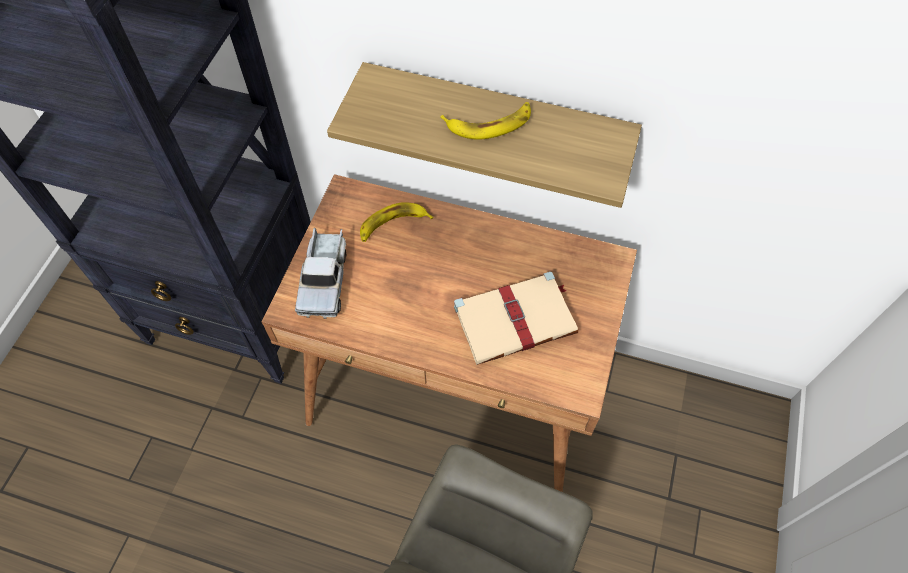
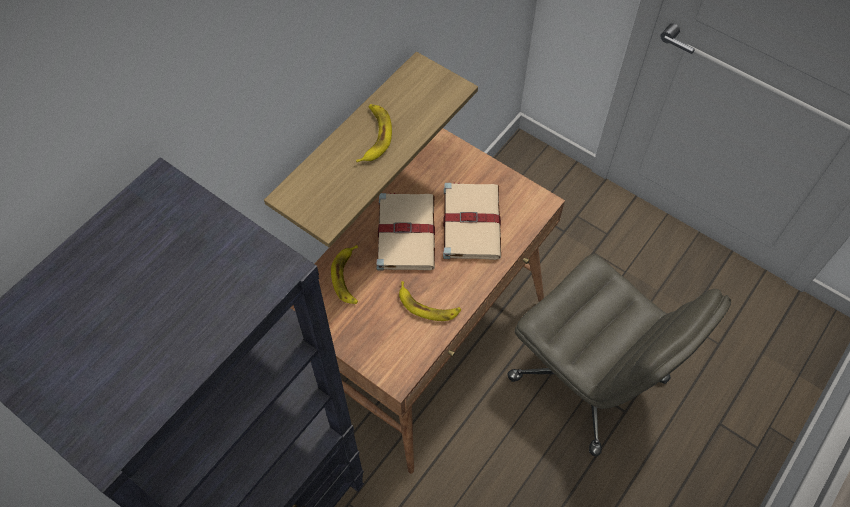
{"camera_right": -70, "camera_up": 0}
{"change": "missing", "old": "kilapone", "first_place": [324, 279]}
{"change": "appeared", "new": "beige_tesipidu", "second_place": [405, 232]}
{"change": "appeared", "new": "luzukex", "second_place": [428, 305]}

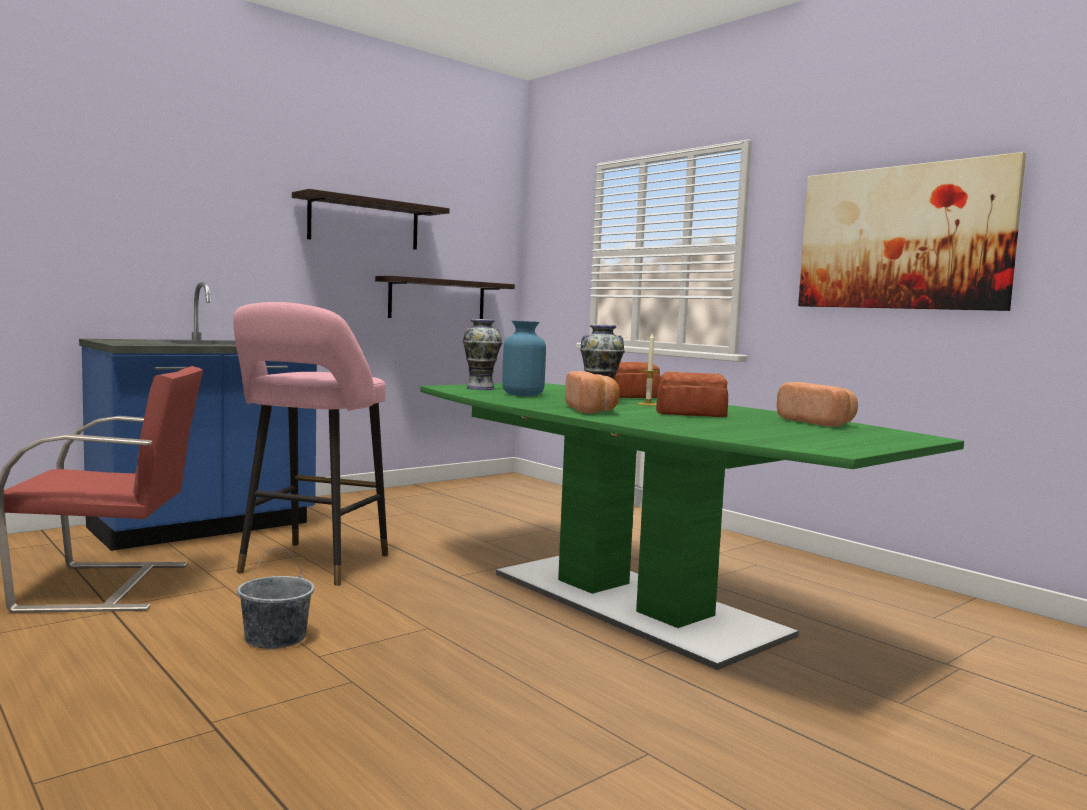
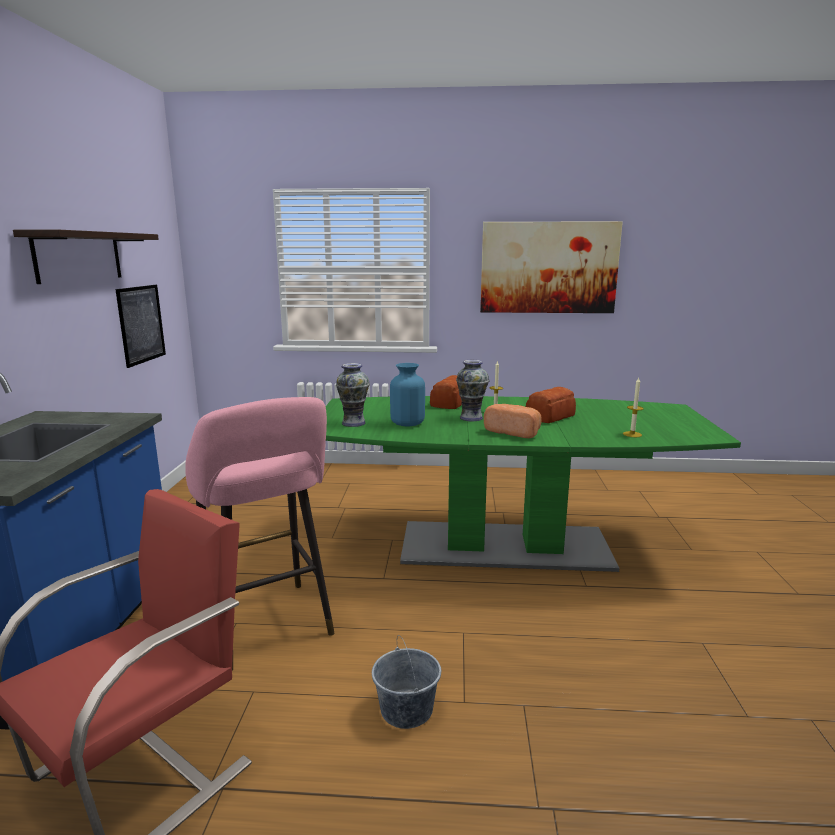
{"camera_right": -45, "camera_up": 10}
{"change": "missing", "old": "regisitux", "first_place": [818, 423]}
{"change": "appeared", "new": "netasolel", "second_place": [632, 434]}
{"change": "exchanged", "old": "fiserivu", "new": "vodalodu", "first_place": [437, 299], "second_place": [141, 324]}

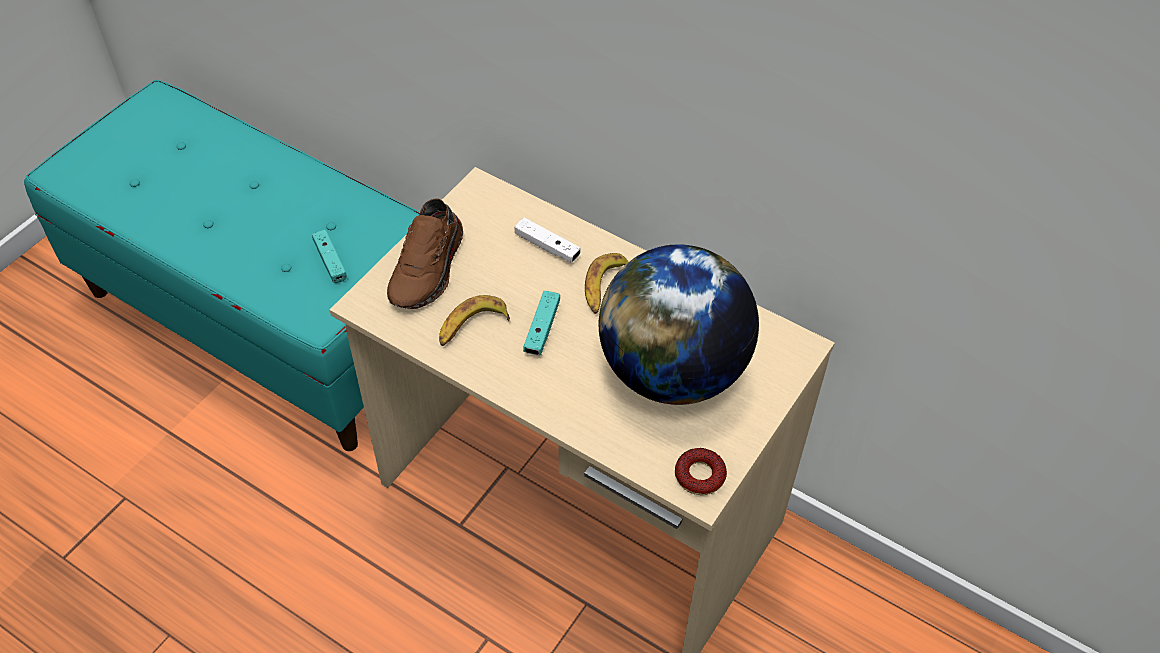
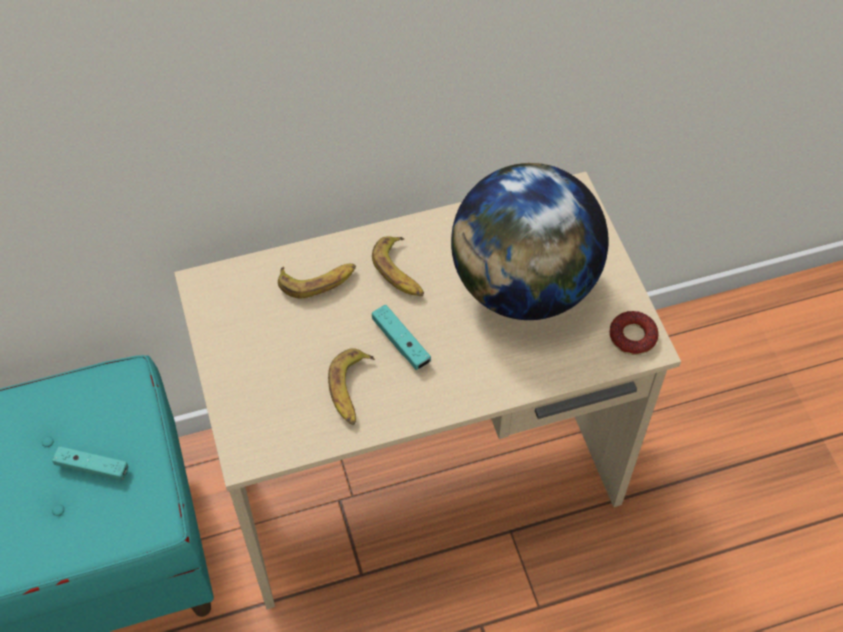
{"camera_right": -50, "camera_up": 5}
{"change": "missing", "old": "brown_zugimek", "first_place": [429, 269]}
{"change": "exchanged", "old": "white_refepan", "new": "luzukex", "first_place": [547, 246], "second_place": [318, 281]}

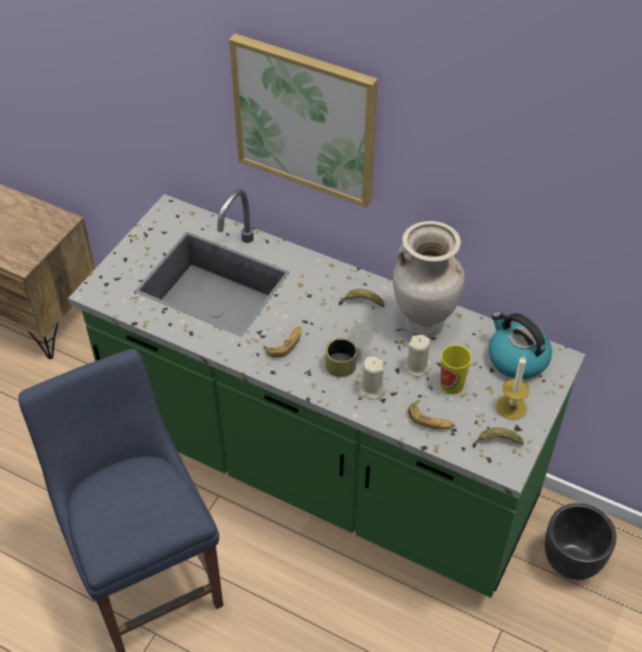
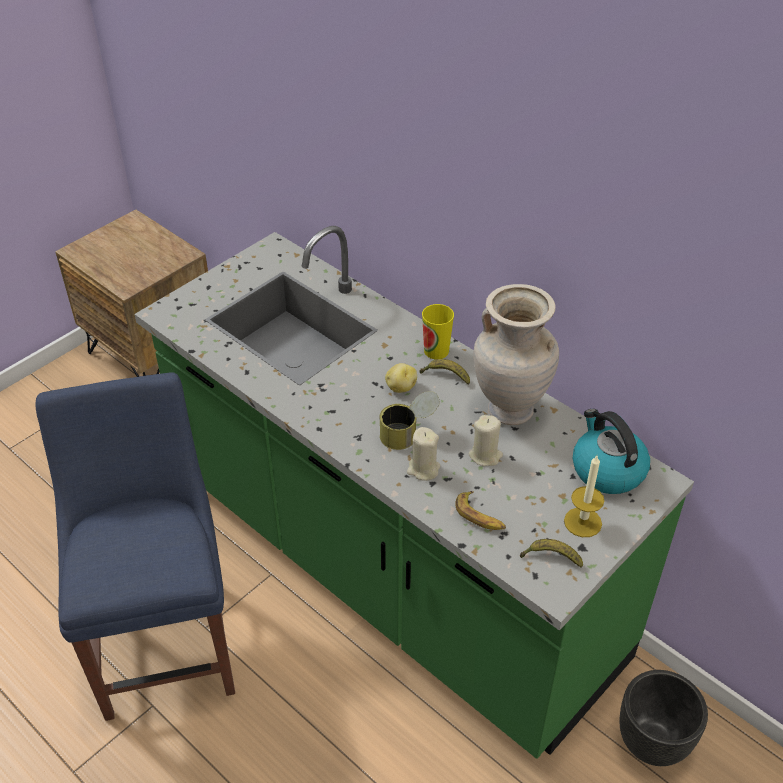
{"camera_right": 15, "camera_up": -5}
{"change": "missing", "old": "vodalodu", "first_place": [305, 120]}
{"change": "missing", "old": "luzukex", "first_place": [285, 344]}
{"change": "appeared", "new": "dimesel", "second_place": [400, 387]}
{"change": "relocated", "old": "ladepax", "first_place": [451, 385], "second_place": [436, 351]}

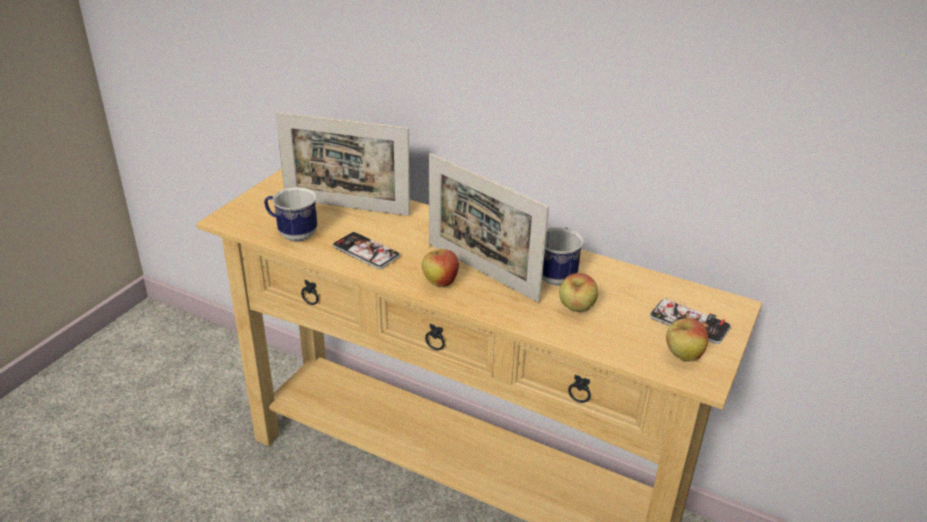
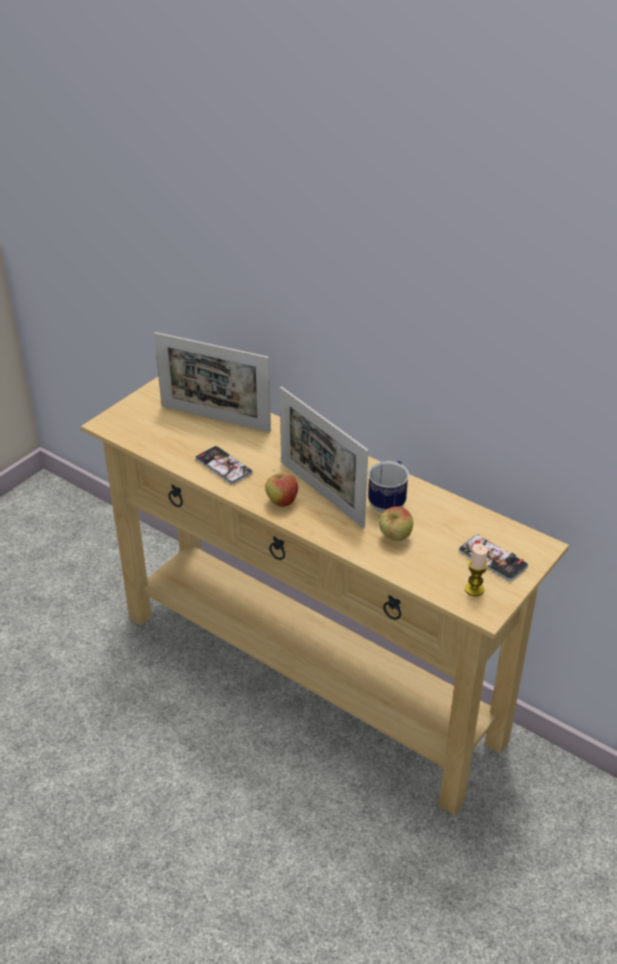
{"camera_right": 10, "camera_up": 5}
{"change": "missing", "old": "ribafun", "first_place": [292, 234]}
{"change": "exchanged", "old": "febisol", "new": "netasolel", "first_place": [682, 356], "second_place": [474, 589]}

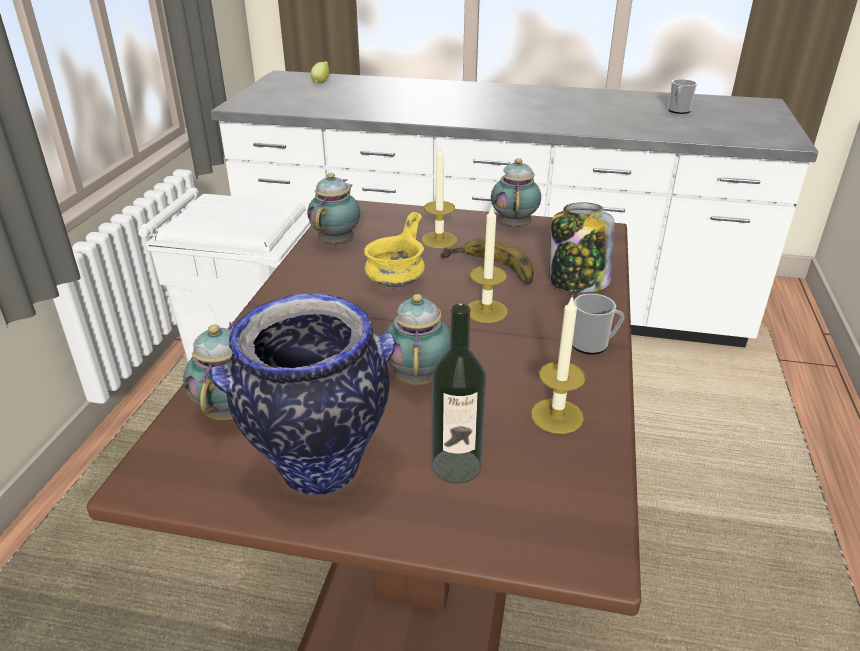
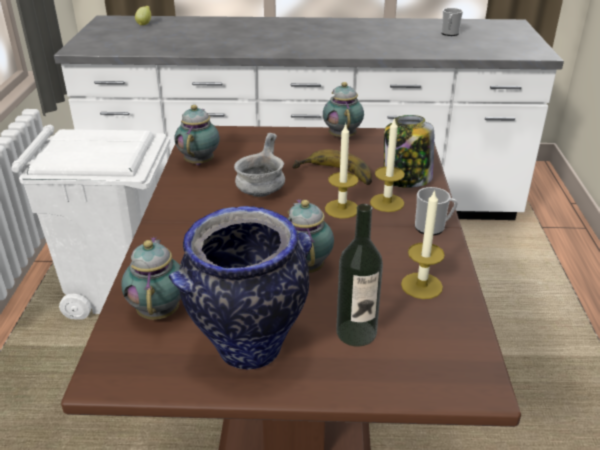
{"camera_right": -10, "camera_up": 0}
{"change": "relocated", "old": "netasolel", "first_place": [439, 240], "second_place": [387, 203]}
{"change": "colour", "old": "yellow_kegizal", "new": "grey_kegizal", "first_place": [395, 281], "second_place": [260, 191]}

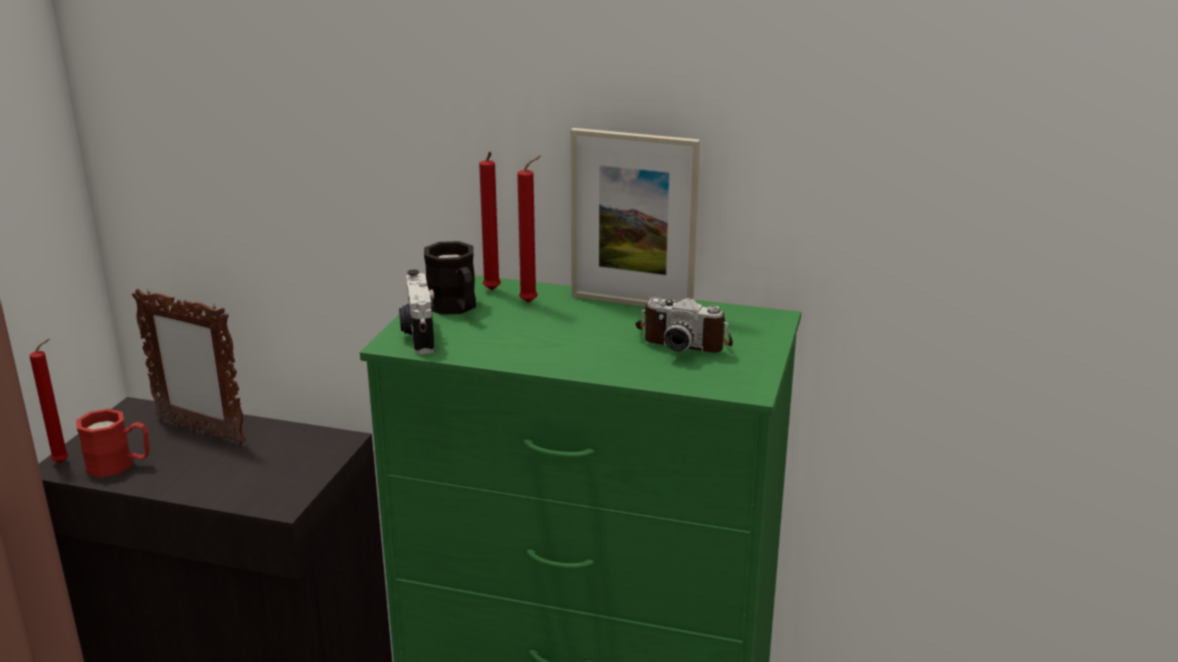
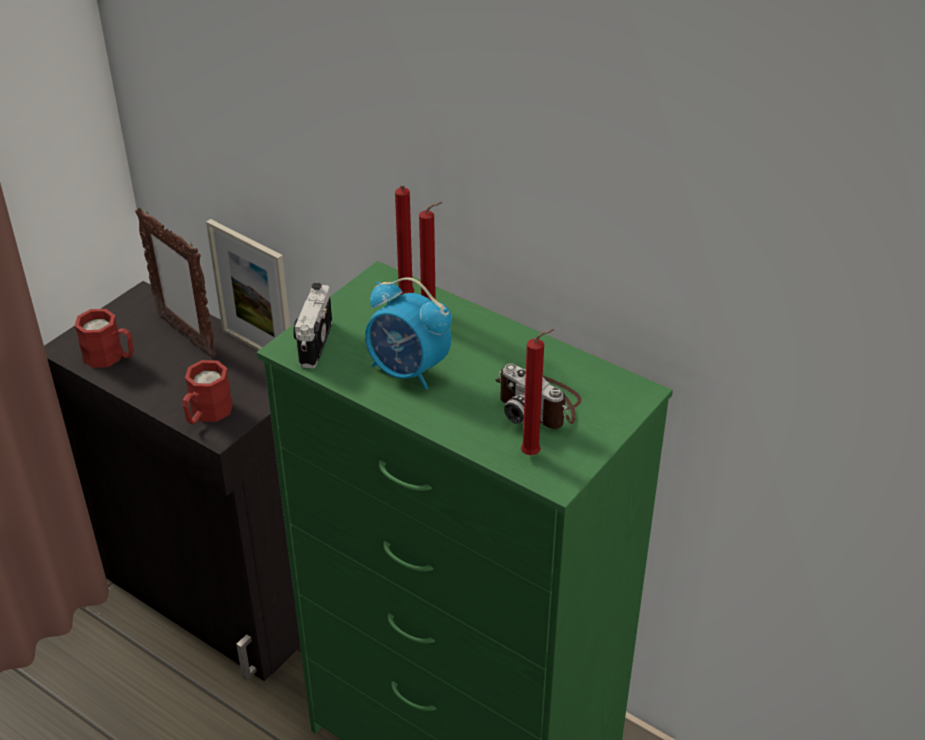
{"camera_right": 20, "camera_up": 15}
{"change": "missing", "old": "black_ribafun", "first_place": [456, 308]}
{"change": "appeared", "new": "red_ribafun", "second_place": [206, 414]}
{"change": "appeared", "new": "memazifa", "second_place": [408, 371]}
{"change": "relocated", "old": "red_netasolel", "first_place": [64, 462], "second_place": [533, 454]}
{"change": "relocated", "old": "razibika", "first_place": [631, 303], "second_place": [257, 347]}

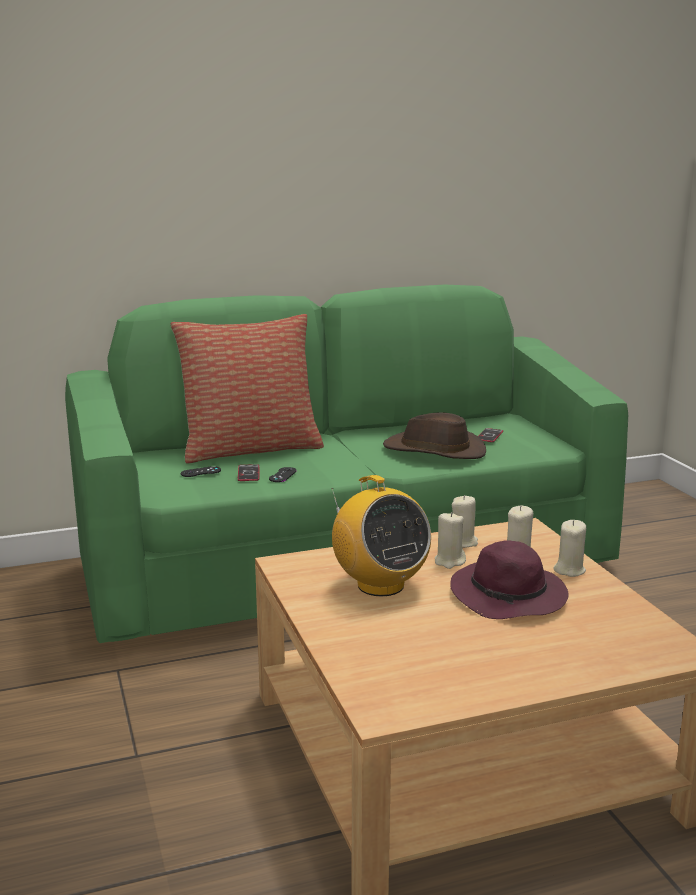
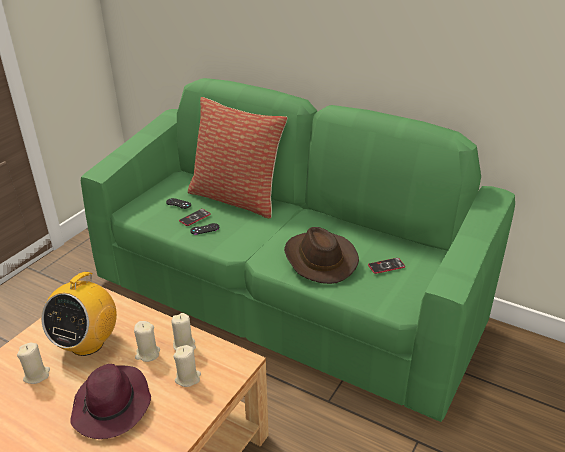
{"camera_right": 50, "camera_up": 15}
{"change": "relocated", "old": "beige_netasolel", "first_place": [569, 570], "second_place": [37, 375]}

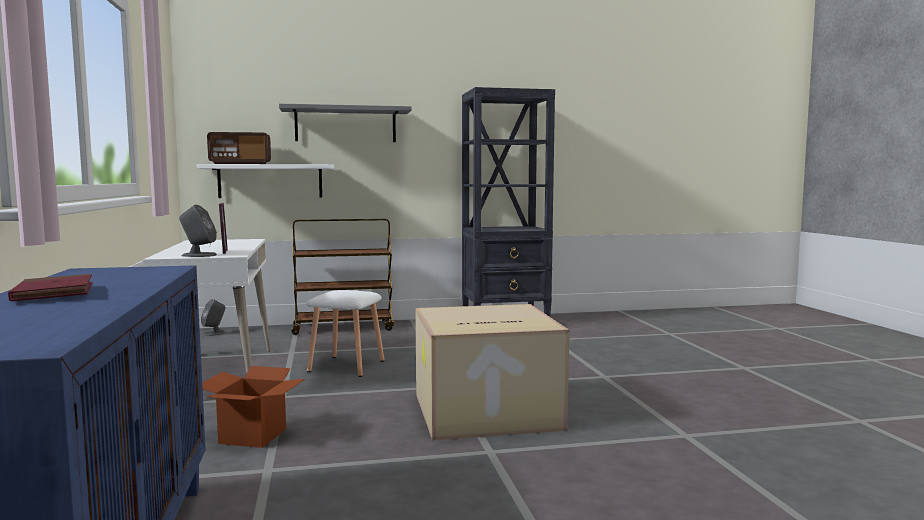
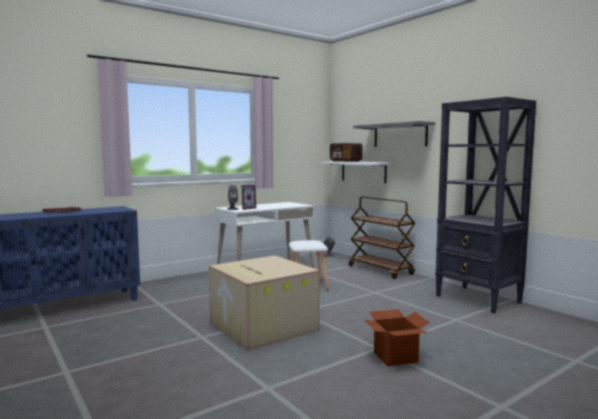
{"camera_right": 65, "camera_up": 0}
{"change": "relocated", "old": "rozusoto", "first_place": [253, 436], "second_place": [395, 357]}

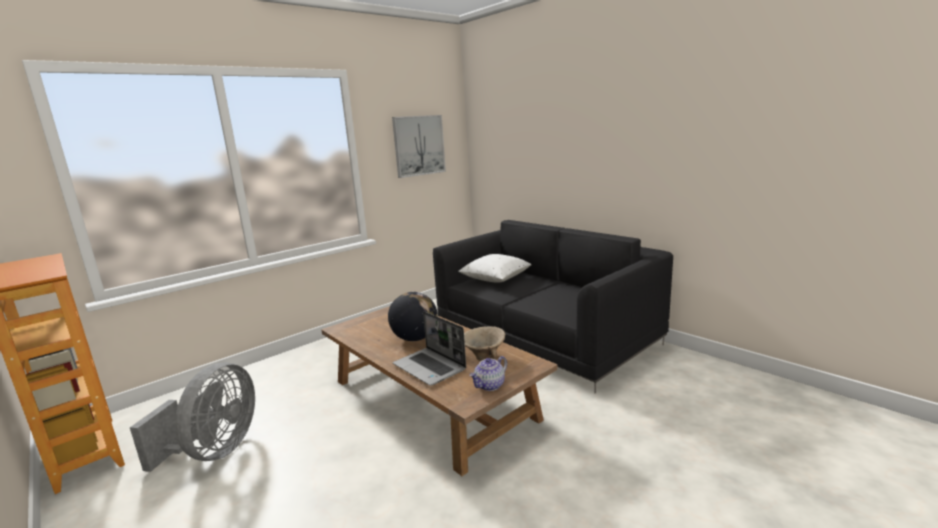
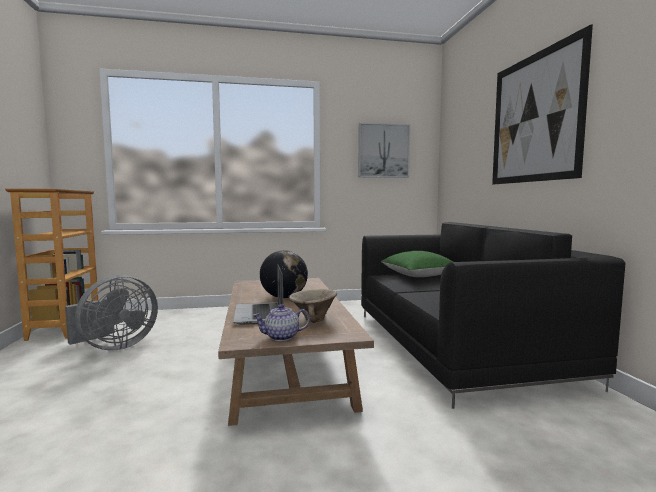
{"camera_right": 30, "camera_up": -10}
{"change": "appeared", "new": "vodalodu", "second_place": [534, 118]}
{"change": "colour", "old": "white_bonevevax", "new": "green_bonevevax", "first_place": [495, 279], "second_place": [418, 276]}

